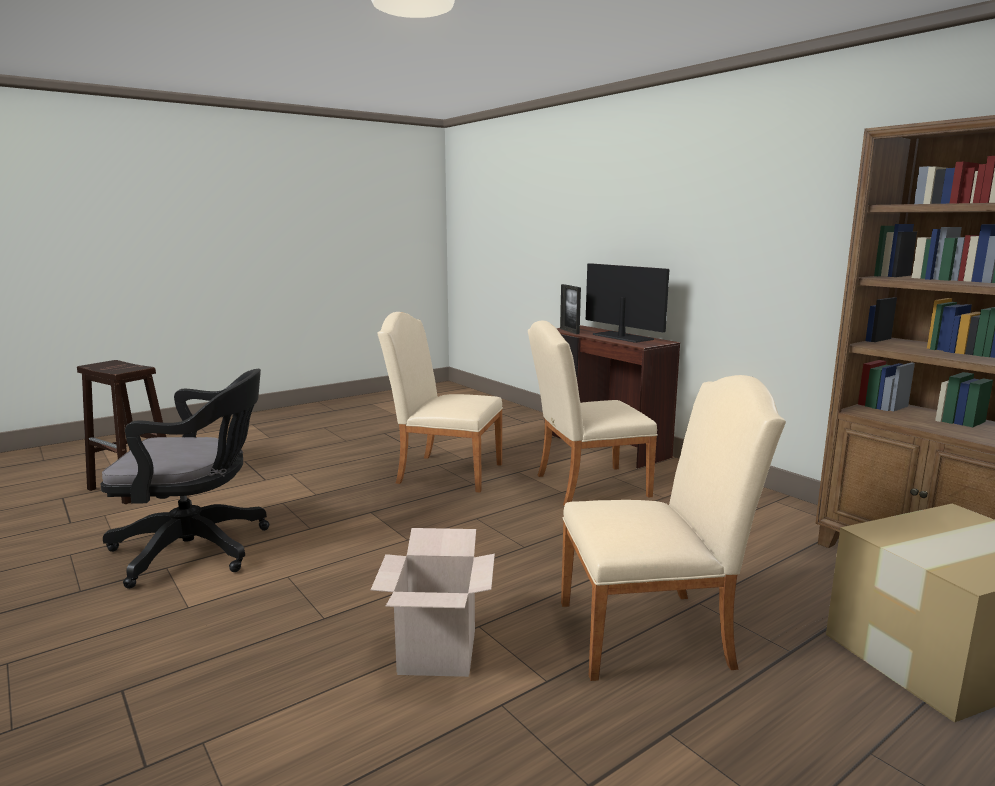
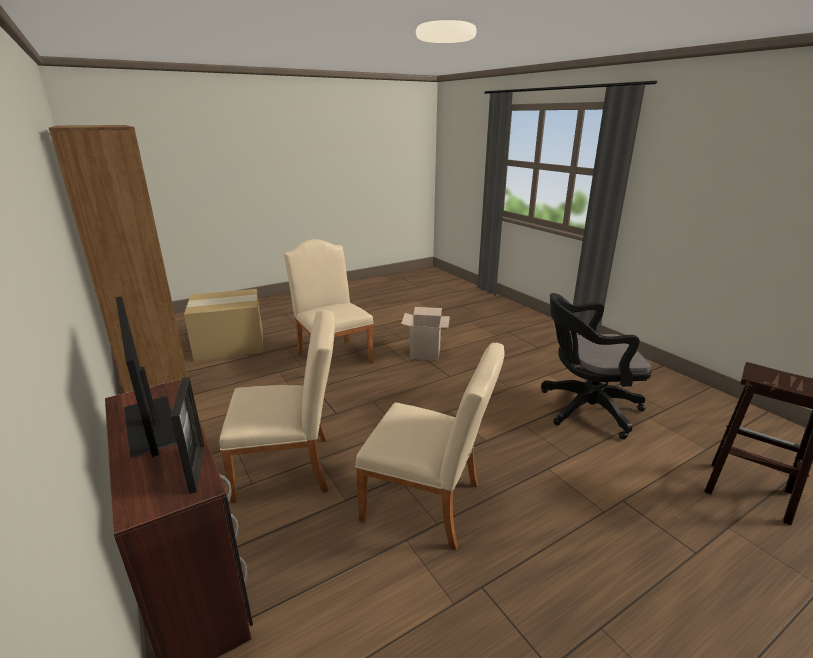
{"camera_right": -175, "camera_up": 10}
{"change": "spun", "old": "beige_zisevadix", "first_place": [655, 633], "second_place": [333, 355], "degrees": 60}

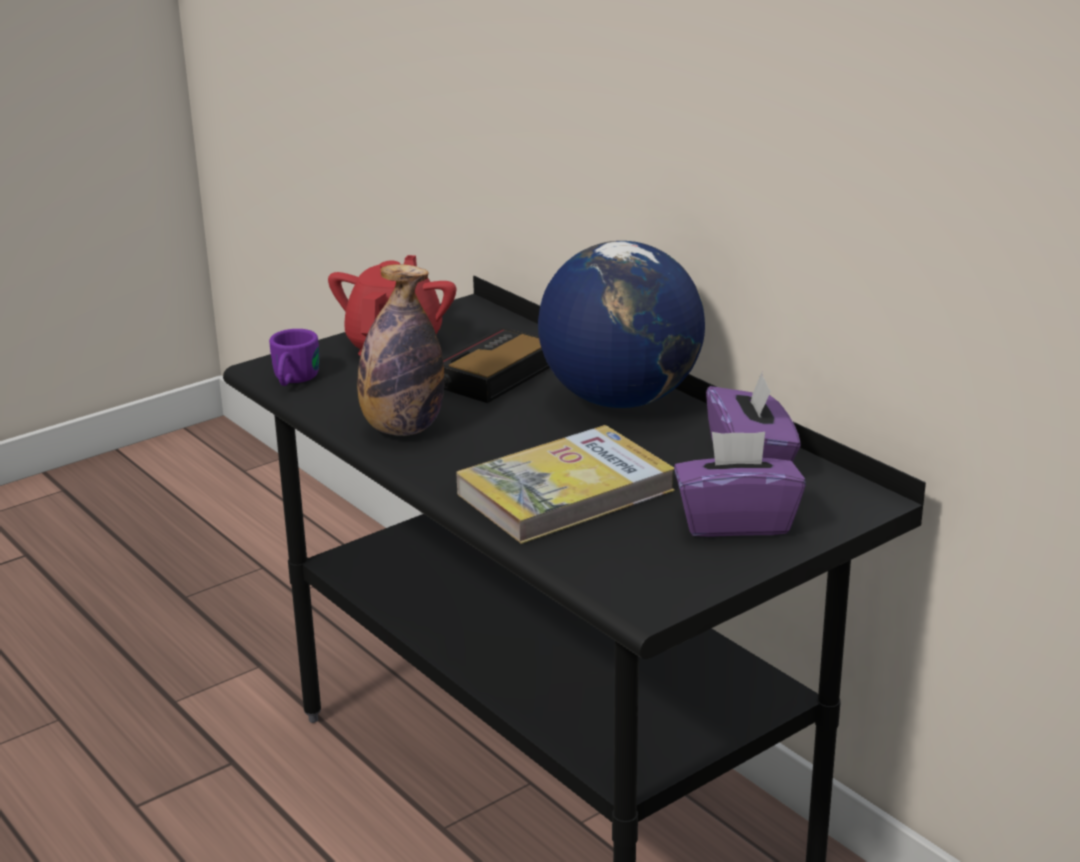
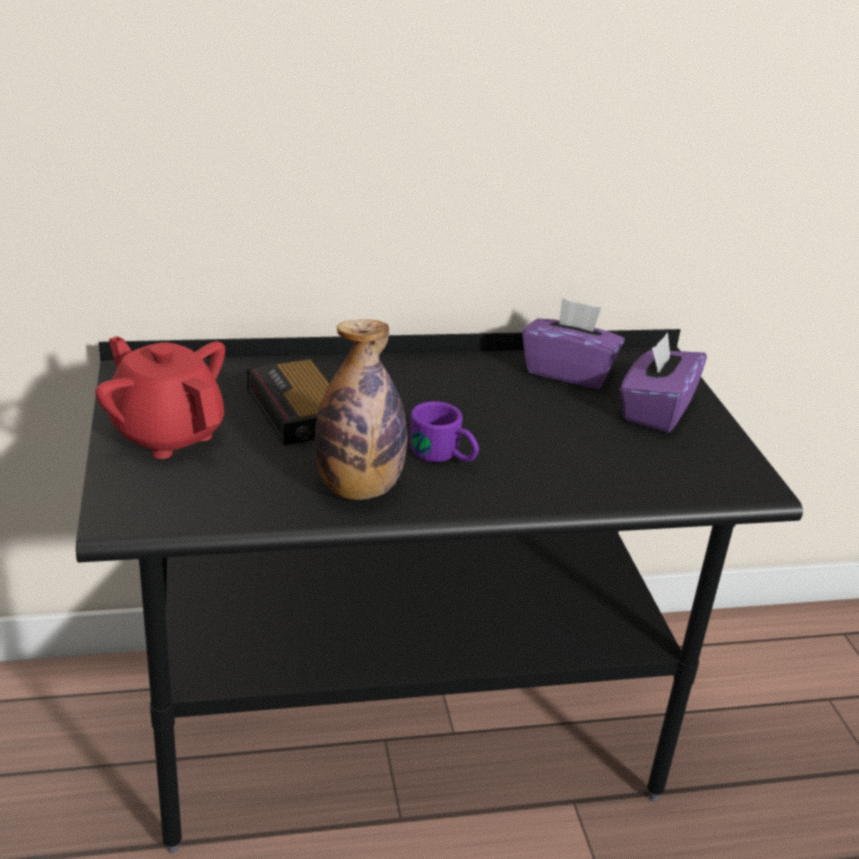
{"camera_right": -65, "camera_up": 5}
{"change": "missing", "old": "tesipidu", "first_place": [565, 492]}
{"change": "missing", "old": "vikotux", "first_place": [620, 399]}
{"change": "relocated", "old": "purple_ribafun", "first_place": [293, 381], "second_place": [444, 456]}

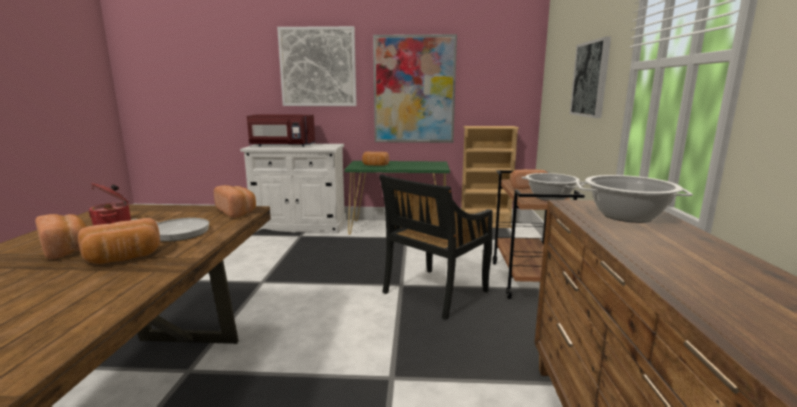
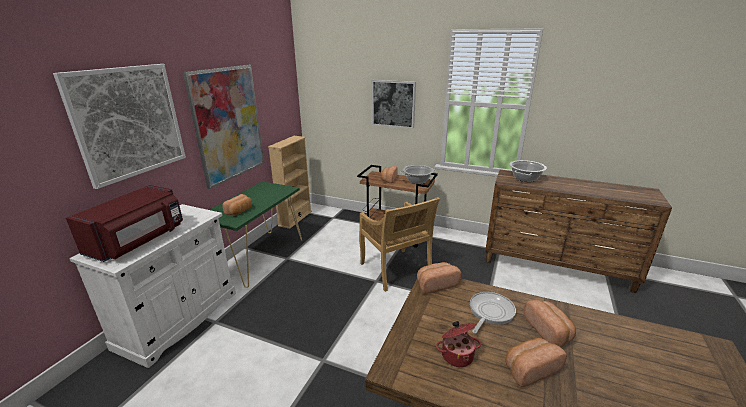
{"camera_right": -70, "camera_up": 10}
{"change": "colour", "old": "black_zisevadix", "new": "beige_zisevadix", "first_place": [434, 293], "second_place": [396, 270]}

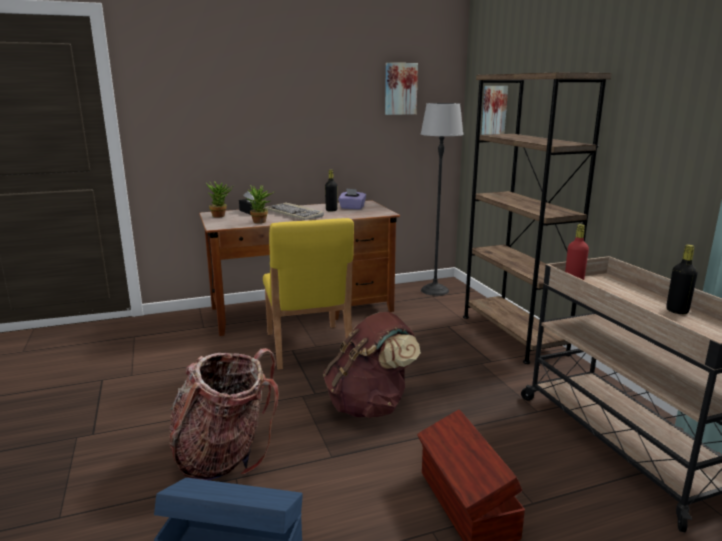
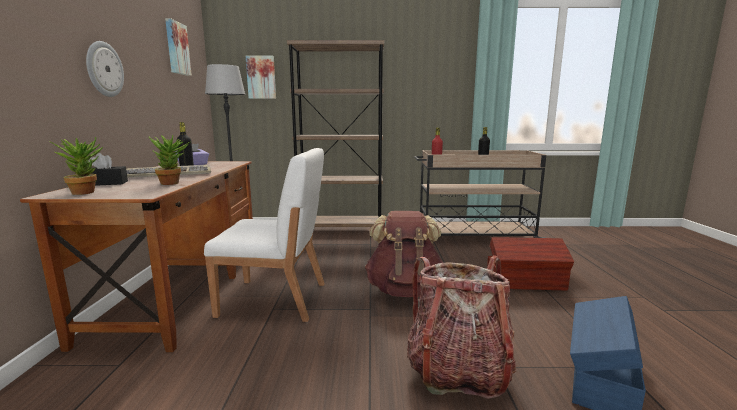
{"camera_right": -70, "camera_up": -5}
{"change": "appeared", "new": "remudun", "second_place": [104, 69]}
{"change": "colour", "old": "yellow_zisevadix", "new": "white_zisevadix", "first_place": [308, 346], "second_place": [275, 299]}

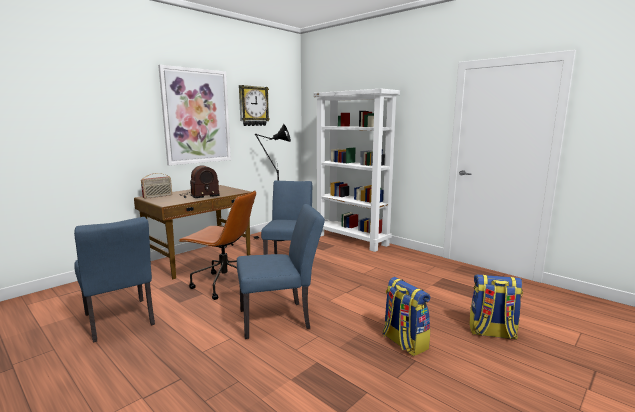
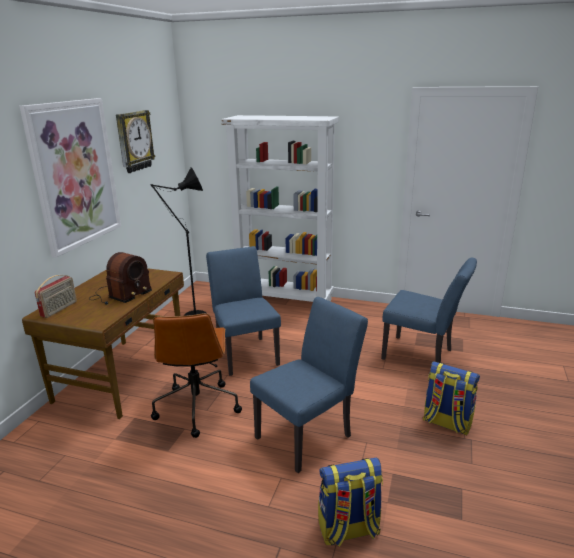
{"camera_right": -25, "camera_up": 10}
{"change": "relocated", "old": "blue_zisevadix", "first_place": [120, 322], "second_place": [422, 356]}
{"change": "relocated", "old": "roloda", "first_place": [491, 333], "second_place": [348, 530]}
{"change": "spun", "old": "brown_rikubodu", "first_place": [224, 284], "second_place": [197, 407], "degrees": 90}

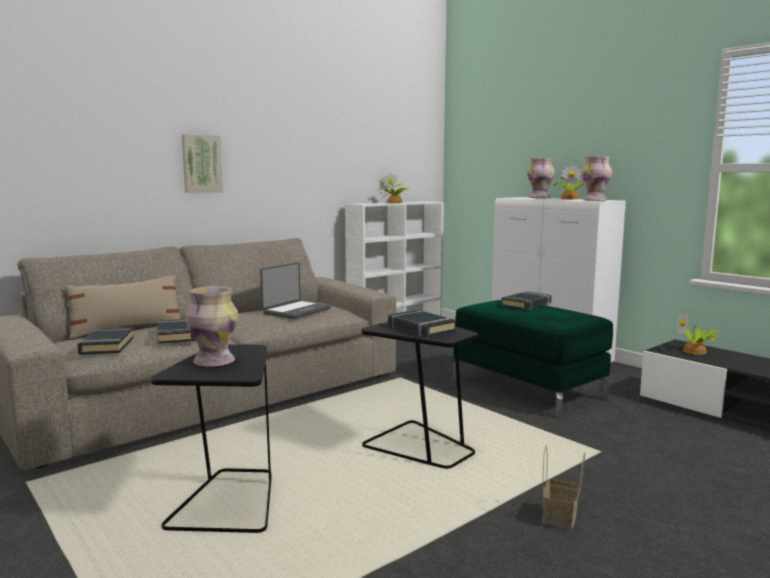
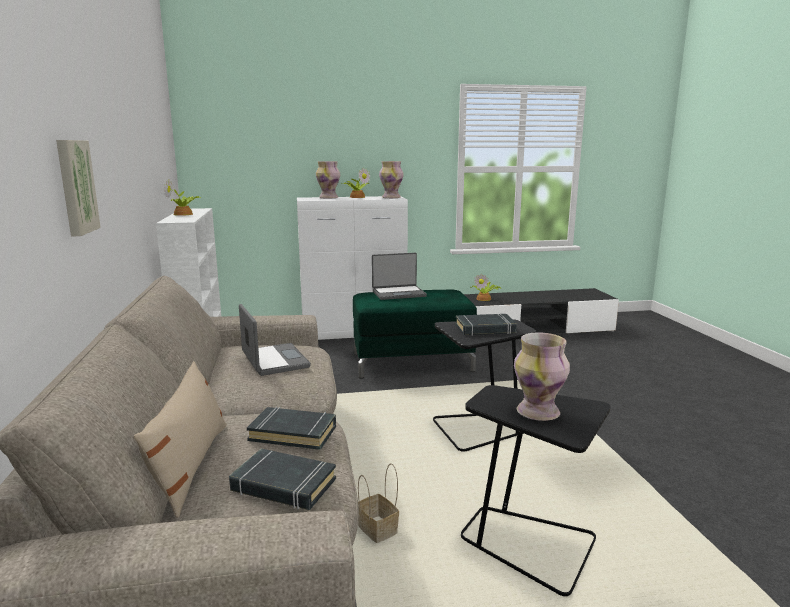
{"camera_right": -60, "camera_up": 5}
{"change": "relocated", "old": "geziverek", "first_place": [560, 518], "second_place": [379, 530]}
{"change": "exchanged", "old": "black_tesipidu", "new": "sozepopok", "first_place": [526, 305], "second_place": [398, 293]}

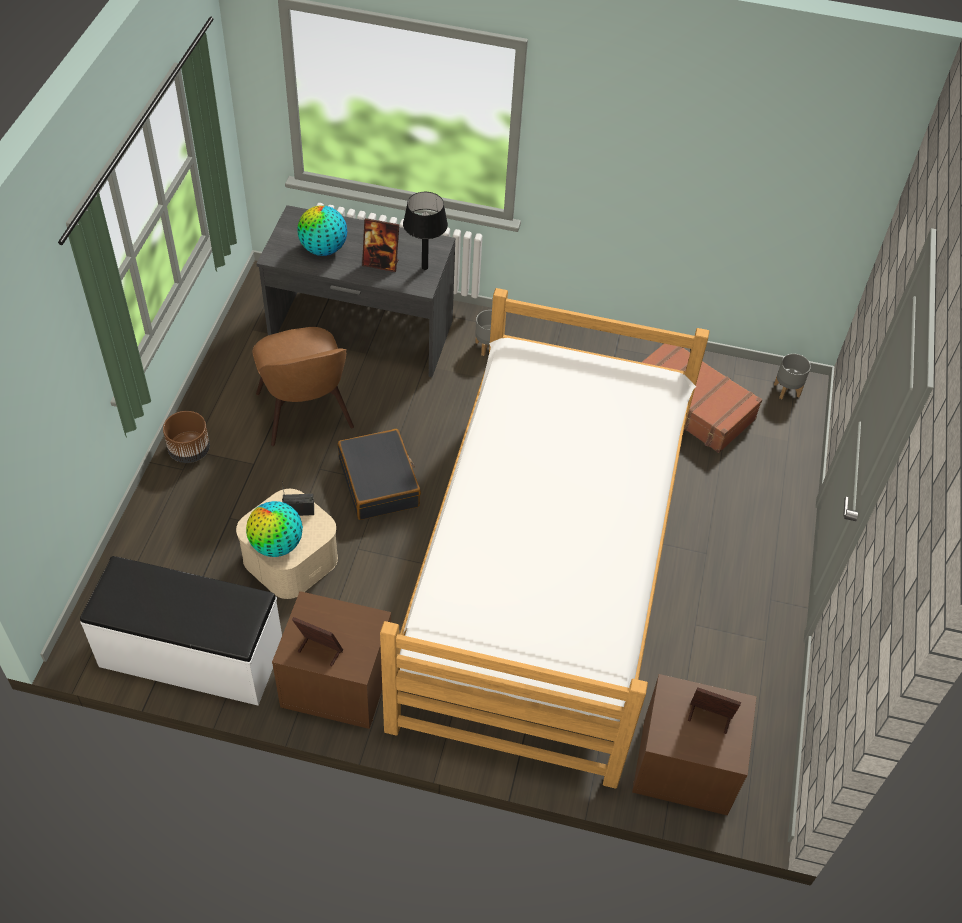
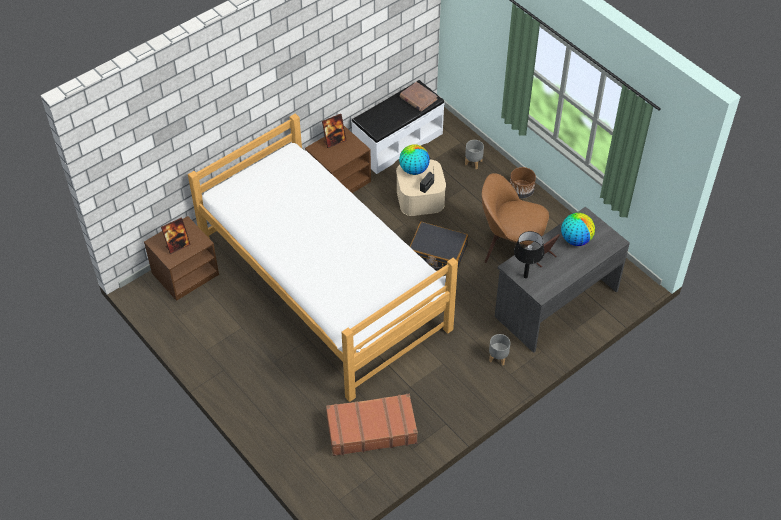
{"camera_right": 130, "camera_up": 0}
{"change": "appeared", "new": "brown_tesipidu", "second_place": [418, 98]}
{"change": "relocated", "old": "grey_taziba", "first_place": [786, 389], "second_place": [473, 163]}

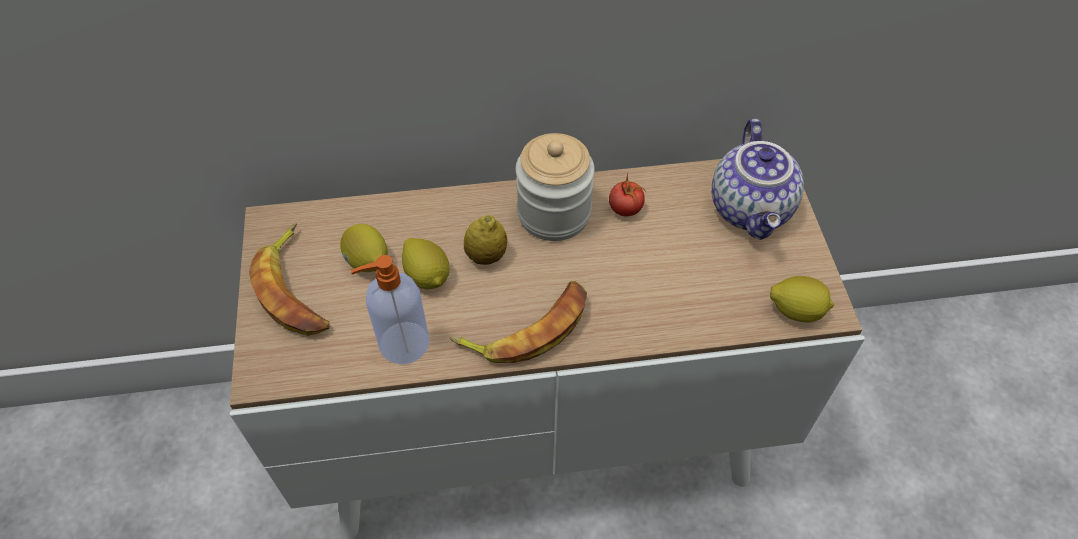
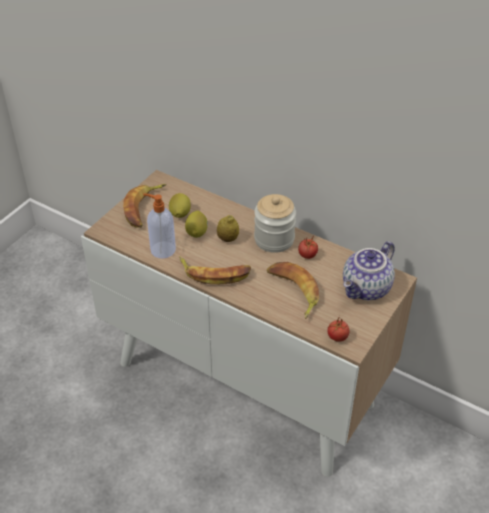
{"camera_right": 40, "camera_up": -10}
{"change": "appeared", "new": "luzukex", "second_place": [293, 292]}
{"change": "exchanged", "old": "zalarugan", "new": "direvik", "first_place": [795, 310], "second_place": [337, 337]}

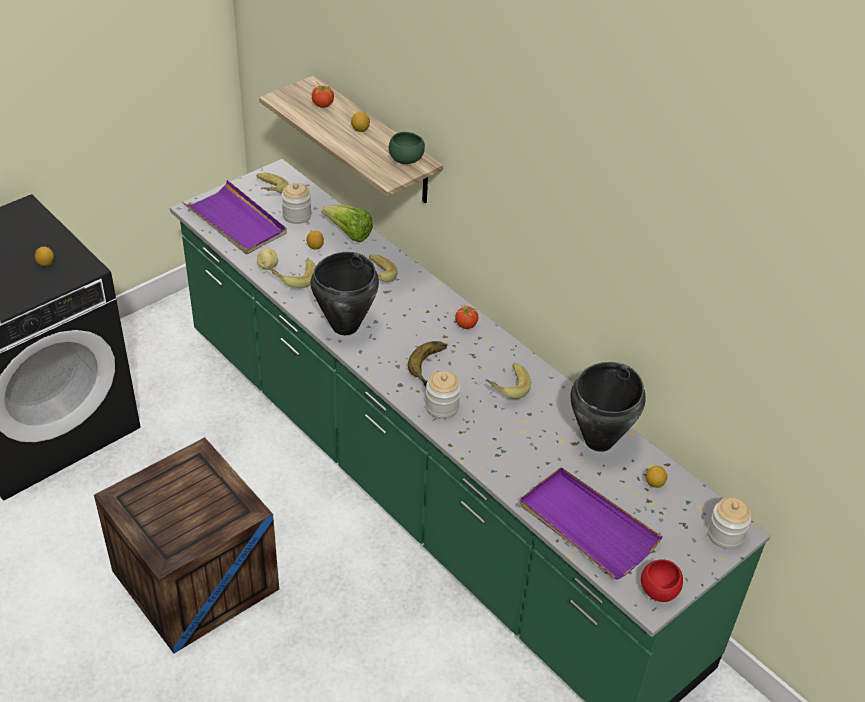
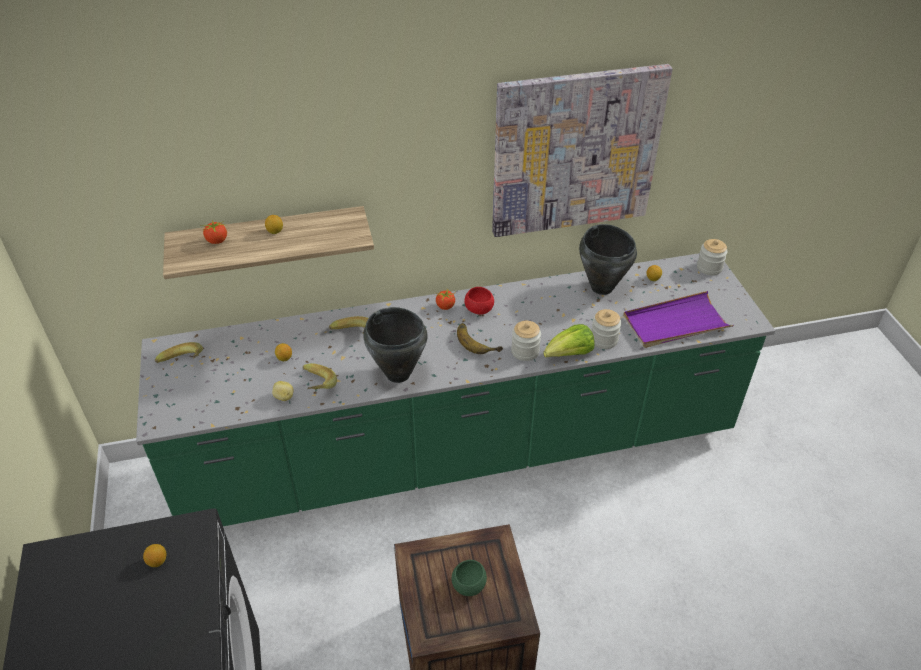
{"camera_right": -60, "camera_up": 0}
{"change": "missing", "old": "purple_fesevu", "first_place": [236, 221]}
{"change": "missing", "old": "luzukex", "first_place": [505, 388]}
{"change": "appeared", "new": "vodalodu", "second_place": [575, 151]}
{"change": "relocated", "old": "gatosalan", "first_place": [297, 216], "second_place": [603, 340]}
{"change": "relocated", "old": "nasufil", "first_place": [349, 234], "second_place": [569, 355]}
{"change": "relocated", "old": "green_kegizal", "first_place": [406, 160], "second_place": [469, 585]}
{"change": "relocated", "old": "red_kegizal", "first_place": [658, 591], "second_place": [479, 310]}

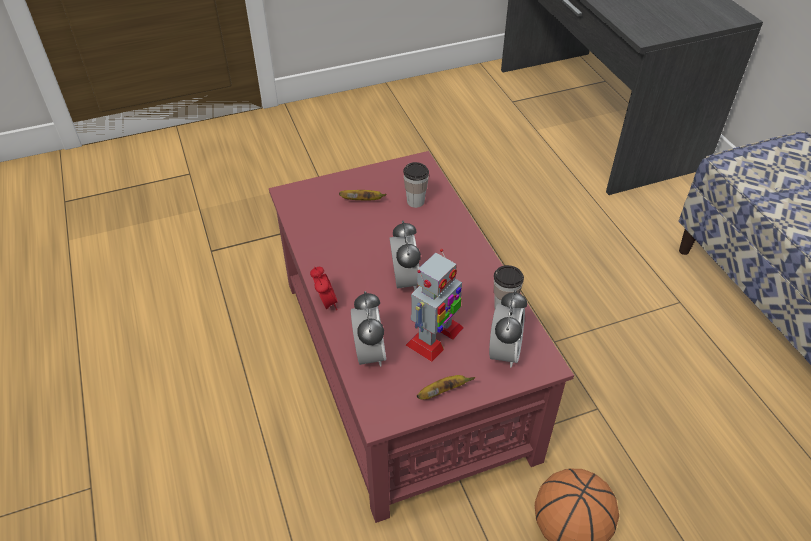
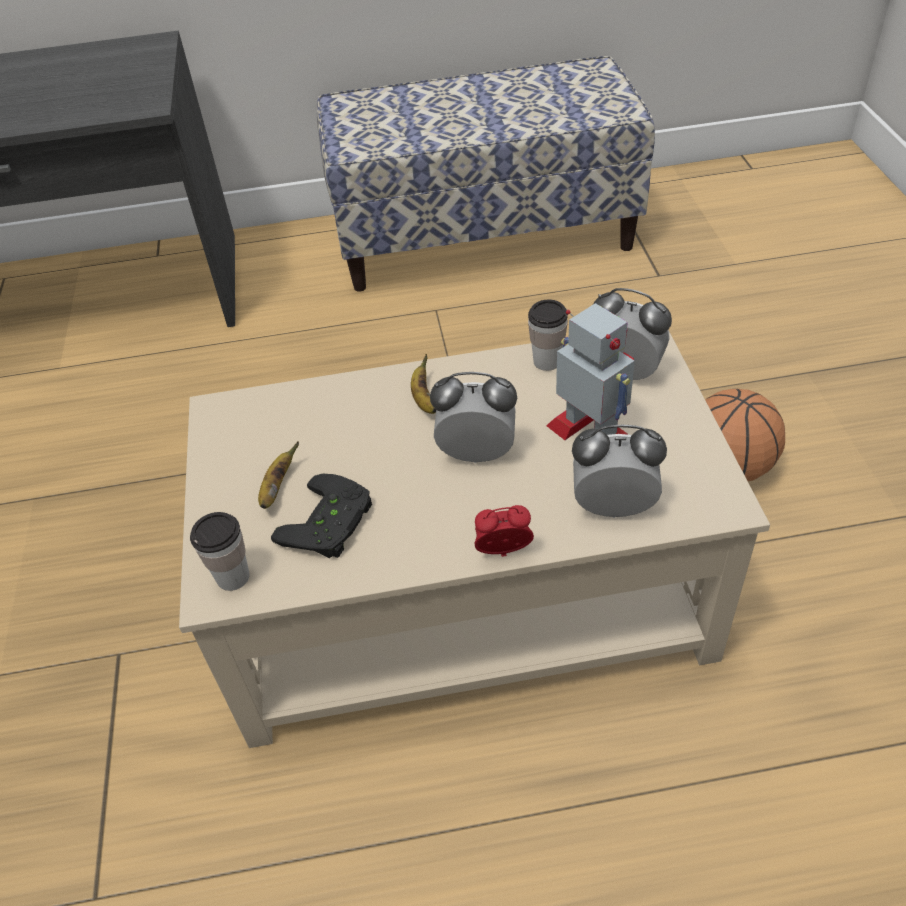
{"camera_right": -75, "camera_up": 0}
{"change": "appeared", "new": "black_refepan", "second_place": [331, 524]}
{"change": "relocated", "old": "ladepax", "first_place": [415, 201], "second_place": [232, 577]}
{"change": "relocated", "old": "luzukex", "first_place": [442, 391], "second_place": [424, 399]}
{"change": "colour", "old": "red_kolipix", "new": "beige_kolipix", "first_place": [403, 363], "second_place": [463, 595]}

